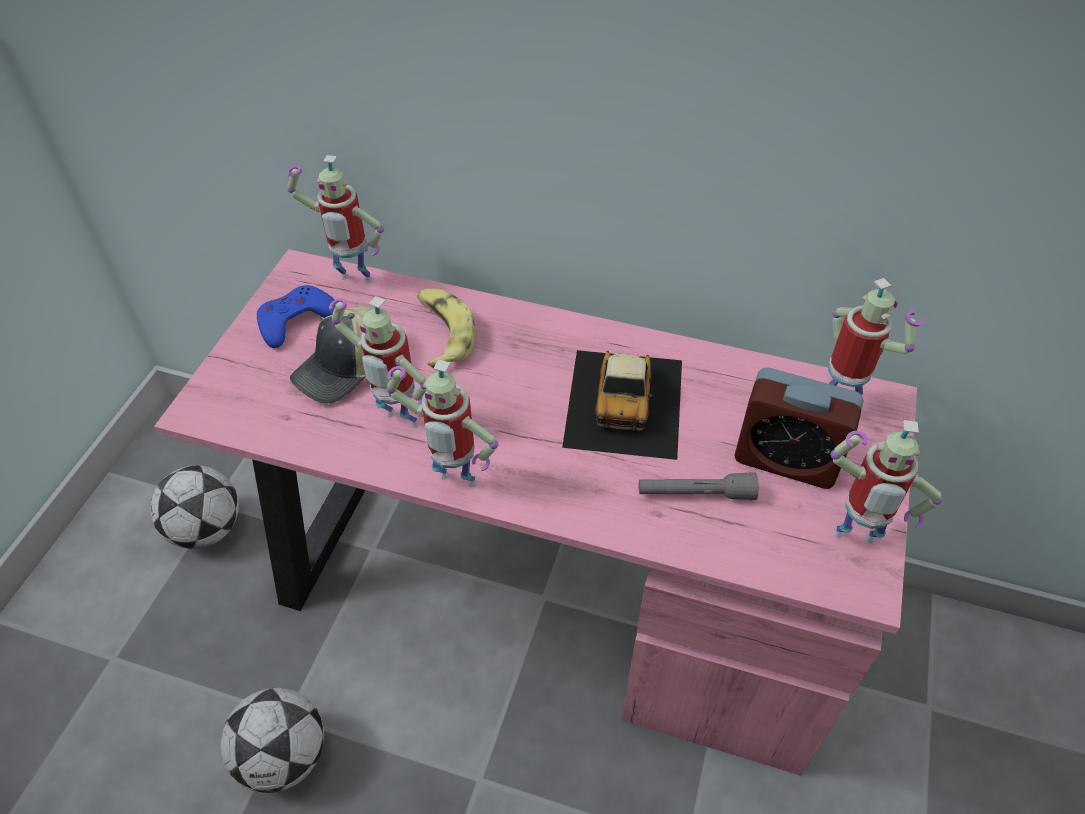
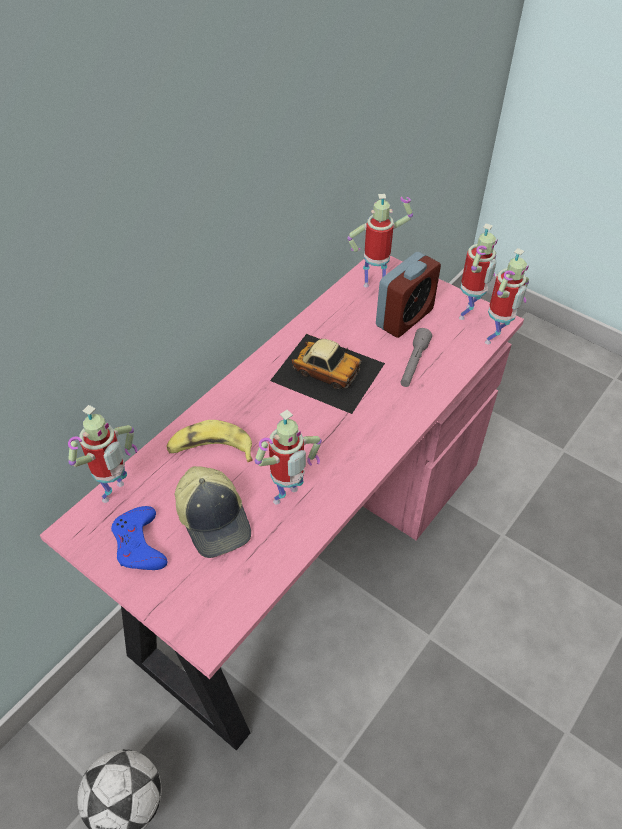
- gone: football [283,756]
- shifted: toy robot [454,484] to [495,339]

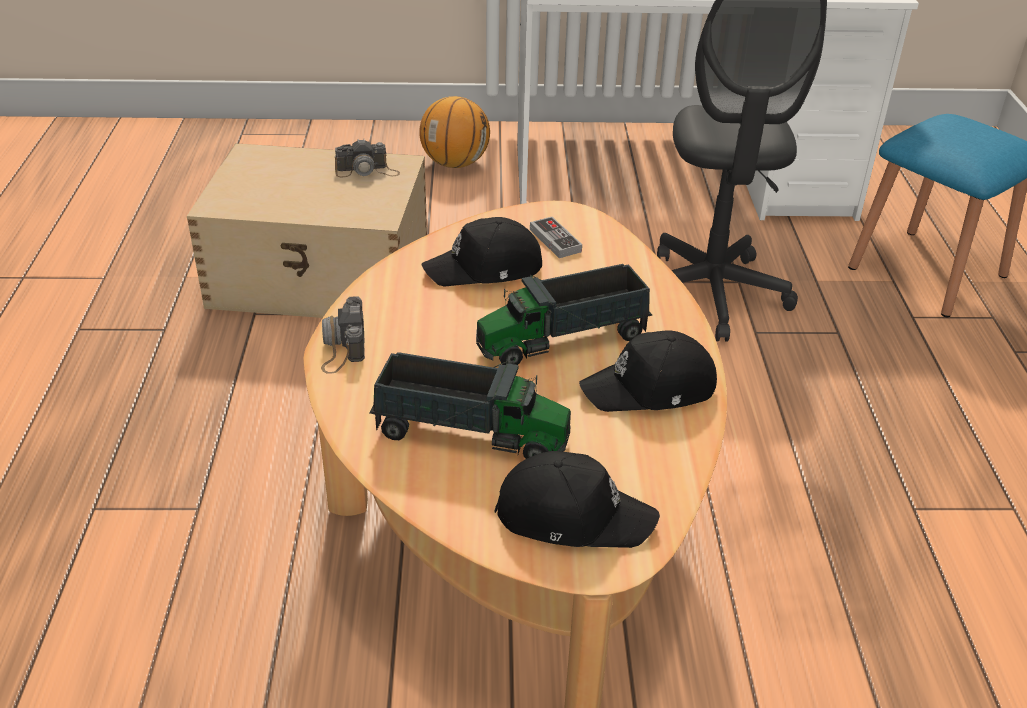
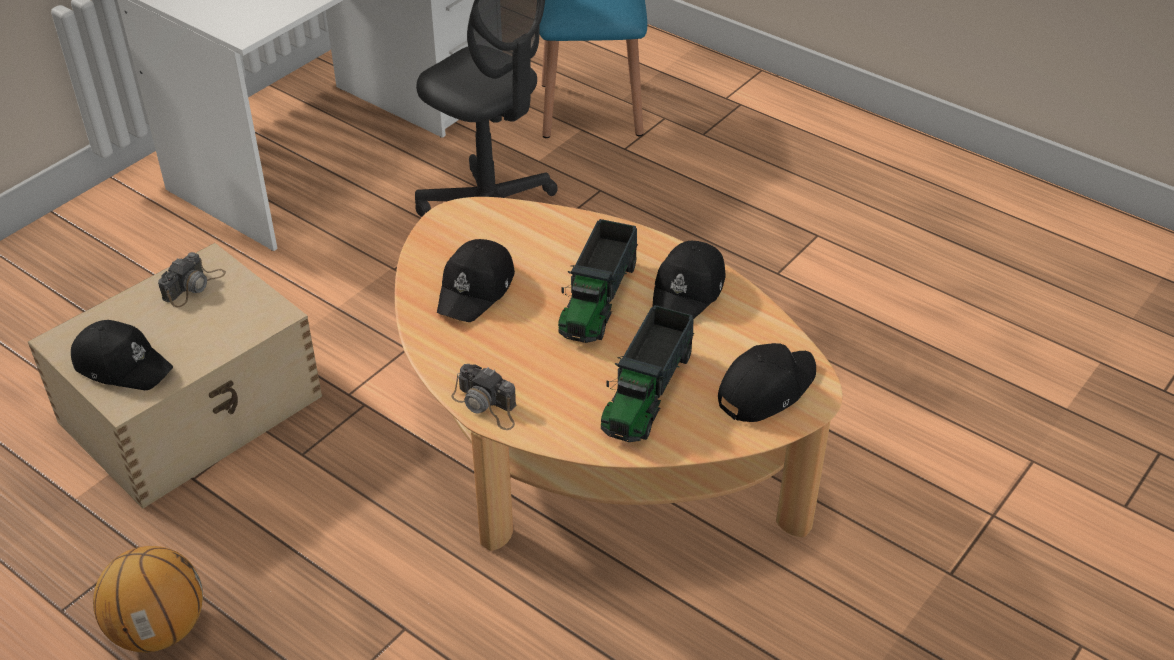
- gone: game controller [555,240]
- new: black cap [122,365]
- shifted: basketball [455,163] to [159,629]
- rotated: toy truck [470,432] = [647,392] 150 degrees clockwise

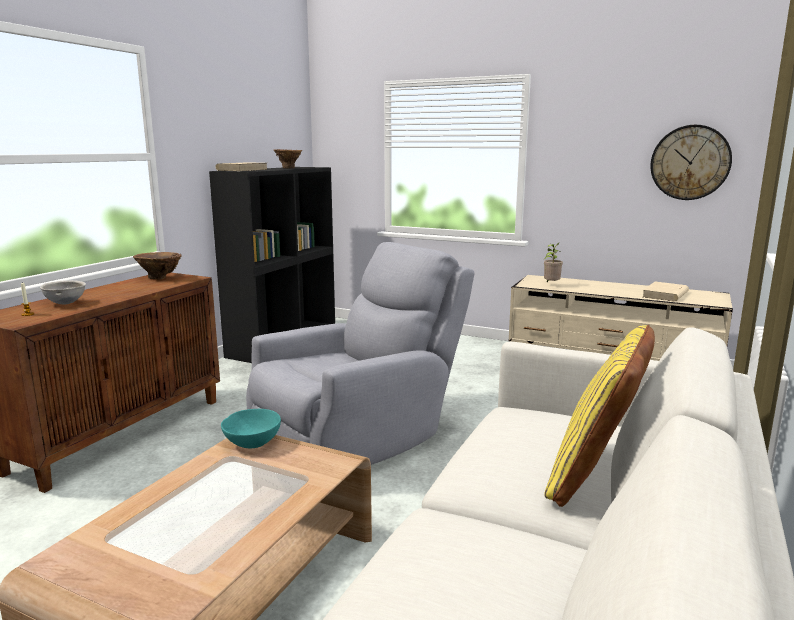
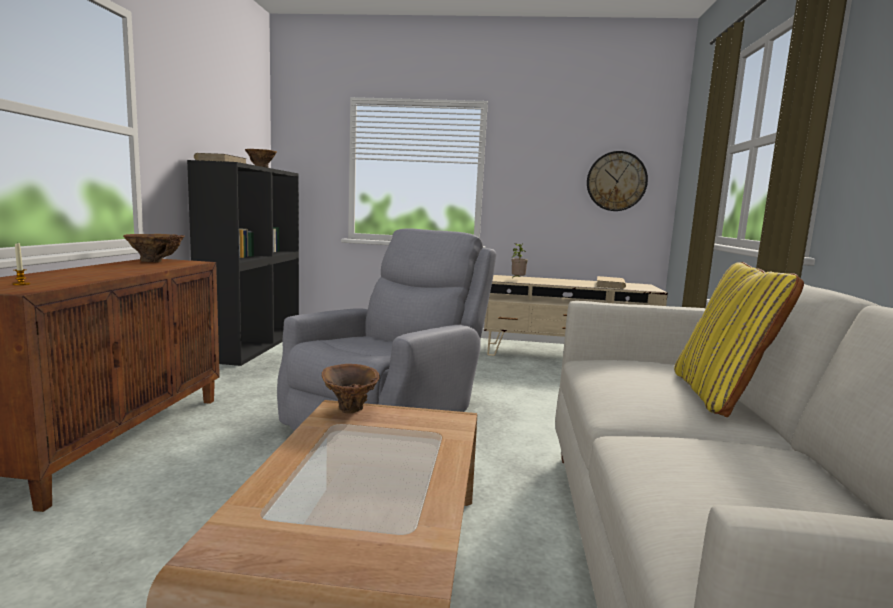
- gone: grey bowl [66,303]
- swapped: turquoise bowl [252,443] to brown vase [349,411]

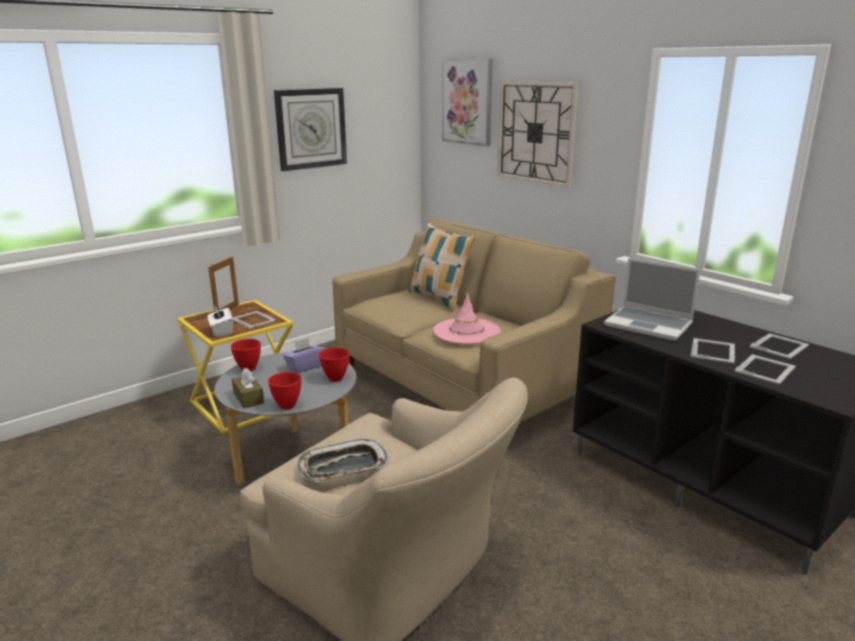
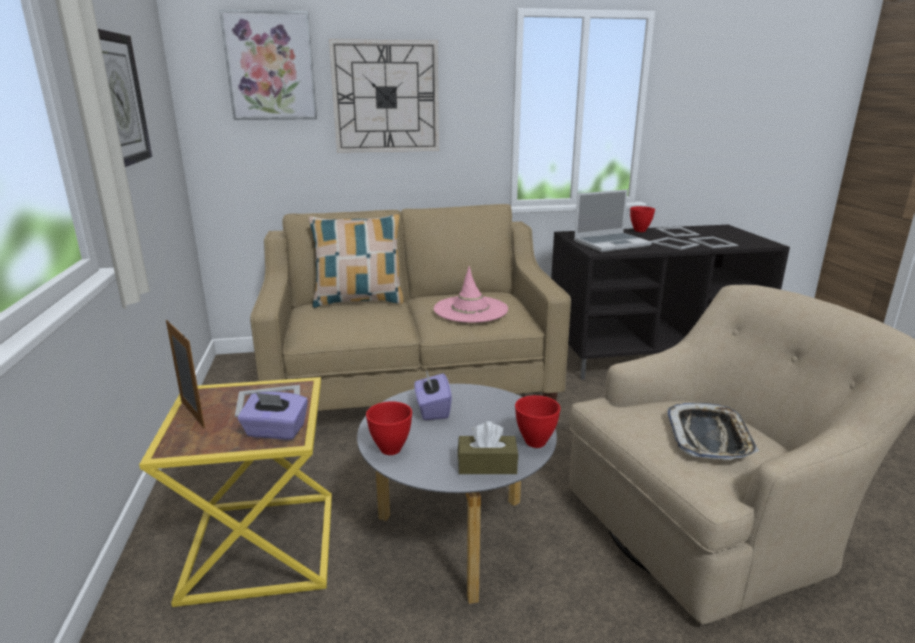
- shifted: red bowl [336,378] to [640,230]
- repainted: white tissue box [221,331] to purple tissue box [275,431]

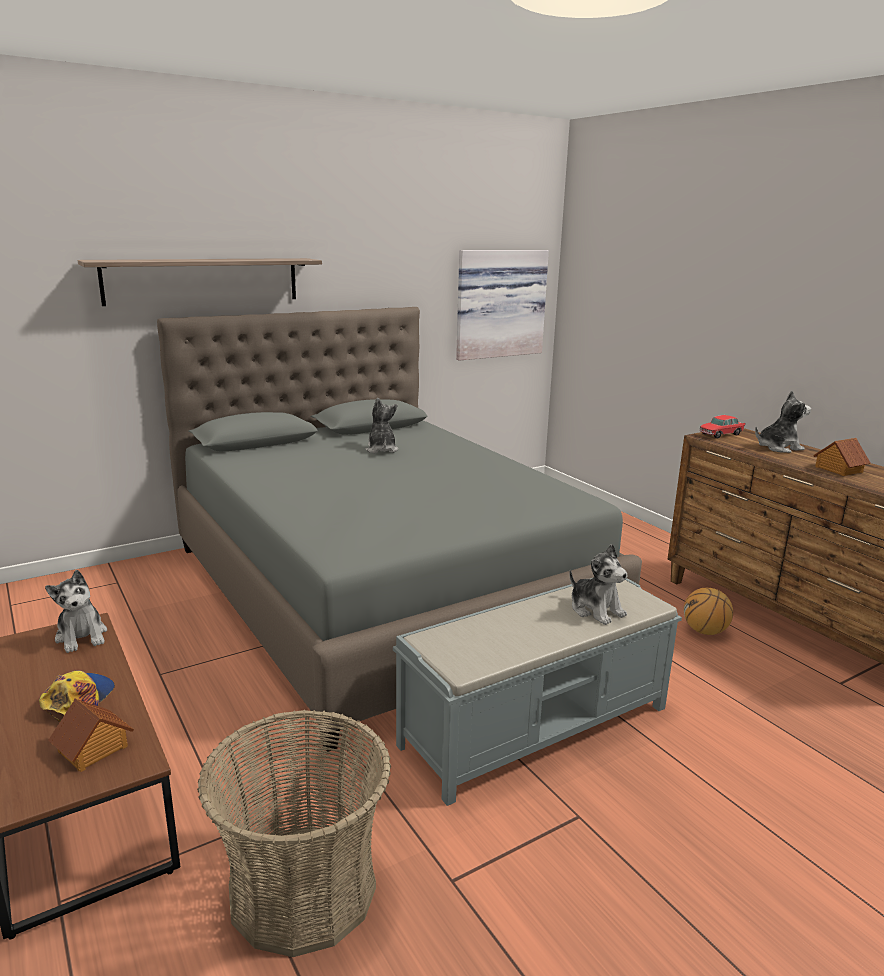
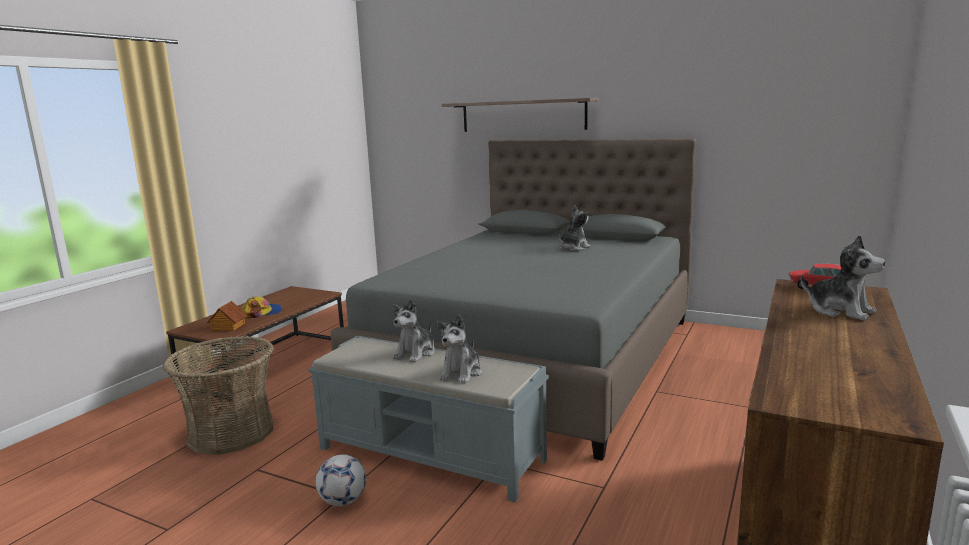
- gone: picture [499,303]
- gone: basketball [705,631]
- gone: toy house [838,469]
- new: football [343,501]
- shifted: plush toy [82,636] to [416,353]

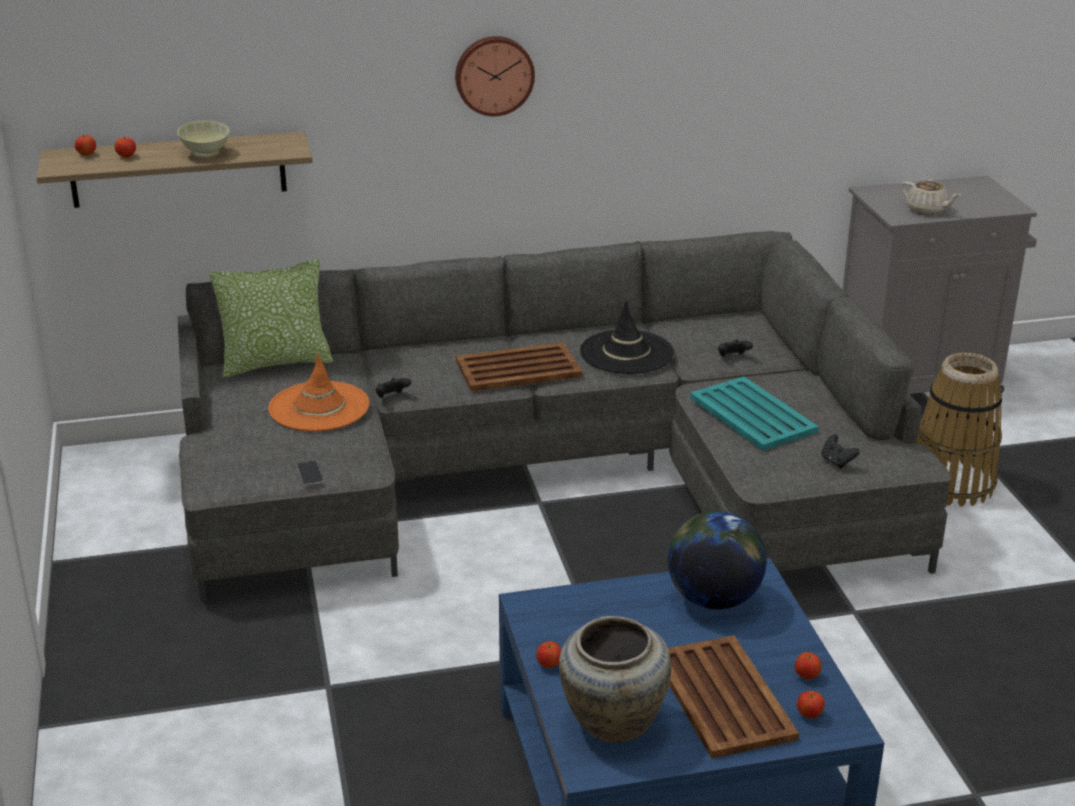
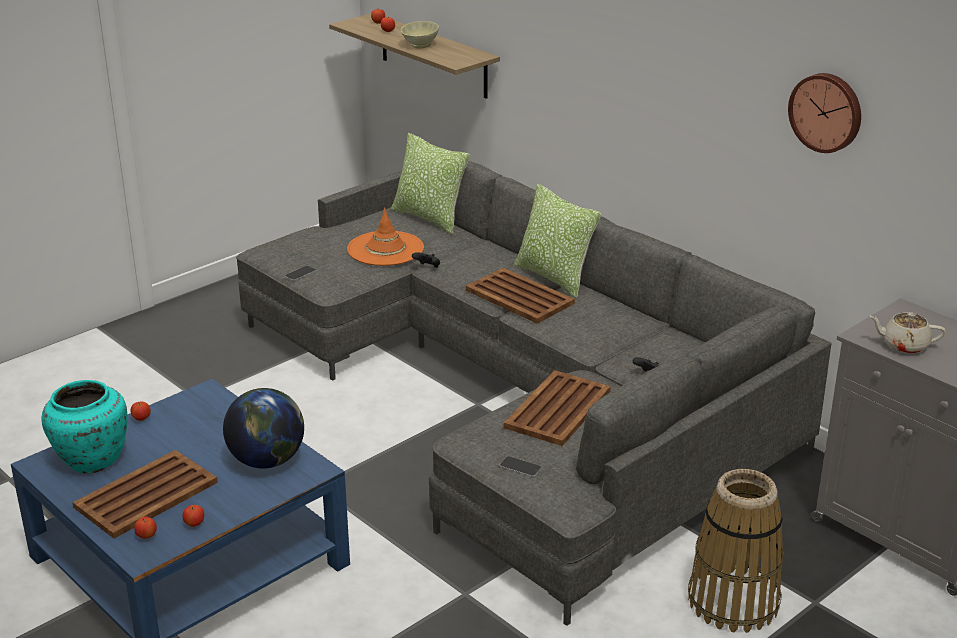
- gone: black hat [626,353]
- new: pillow [554,277]
- shifted: wall clock [494,75] to [826,112]
- swapped: black game controller [837,462] to phone [520,466]
- repainted: beige vase [611,722] to turquoise vase [91,459]
- repainted: turquoise tray [753,415] to brown tray [557,409]
- rotated: beige teapot [927,210] = [904,345] 90 degrees clockwise

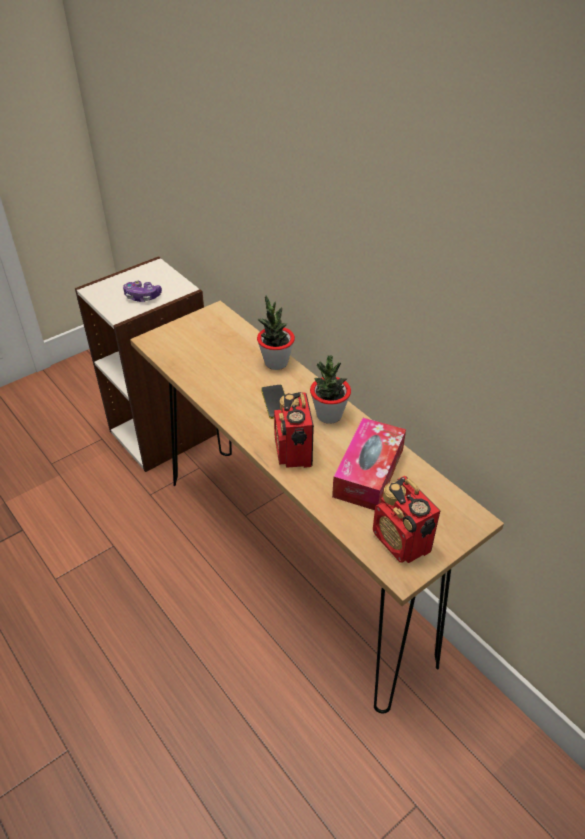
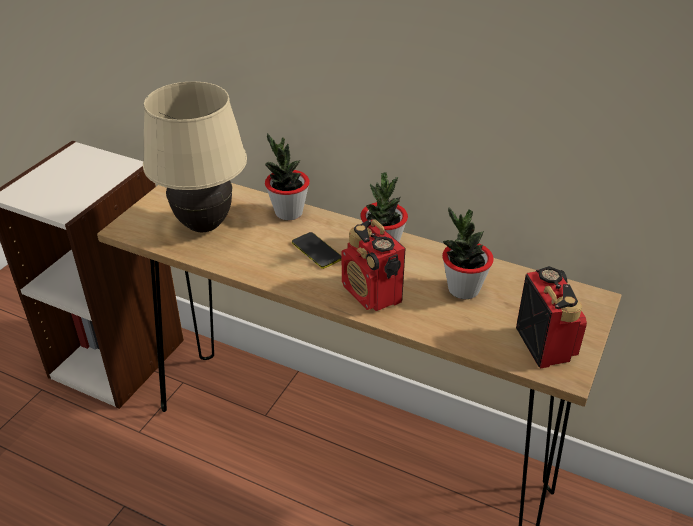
- gone: game controller [142,297]
- new: beige table lamp [204,225]
- swapped: tissue box [368,472] to potted plant [463,289]
- rotated: radio [402,542] = [544,344] 135 degrees counterclockwise

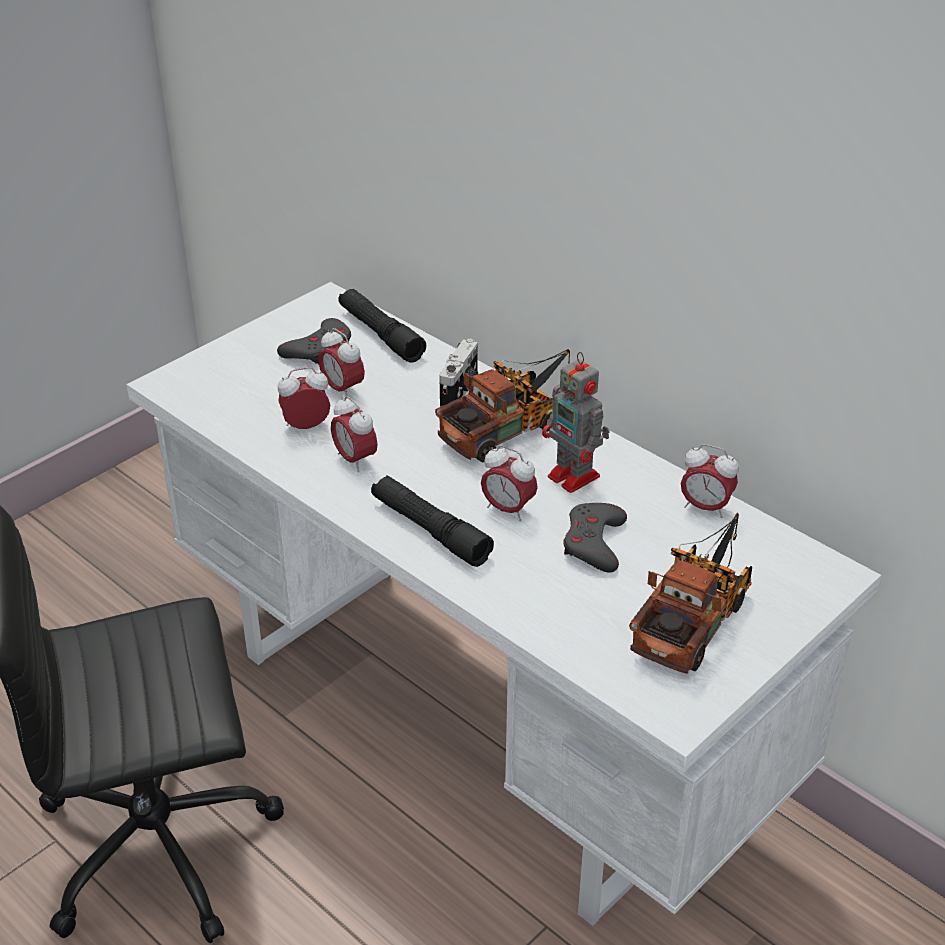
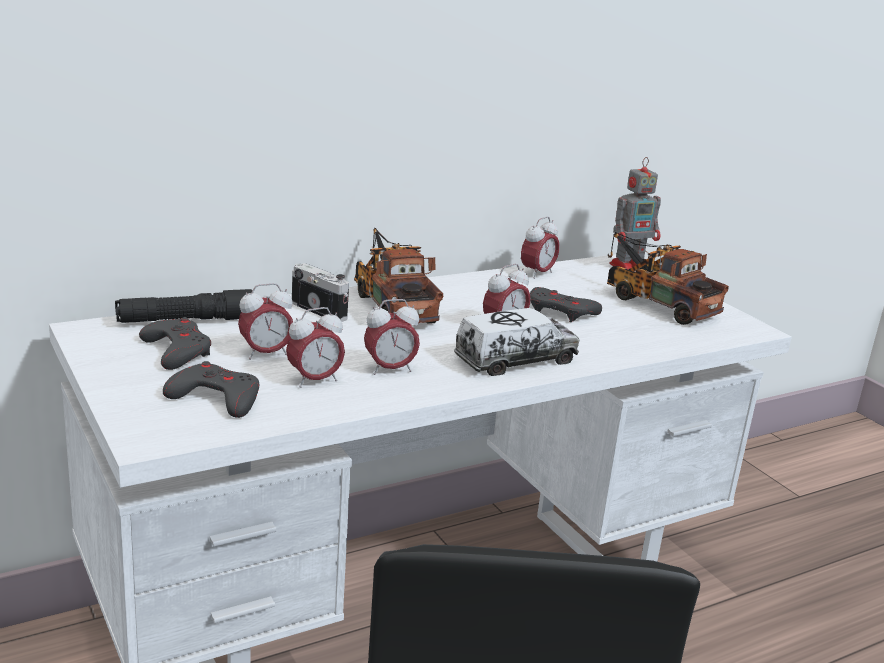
- new: grey game controller [216,398]
- shifted: toy robot [575,477] to [630,267]
- swapped: black flashlight [430,530] to toy truck [515,360]
- rotated: alarm clock [306,426] = [314,380] 120 degrees counterclockwise

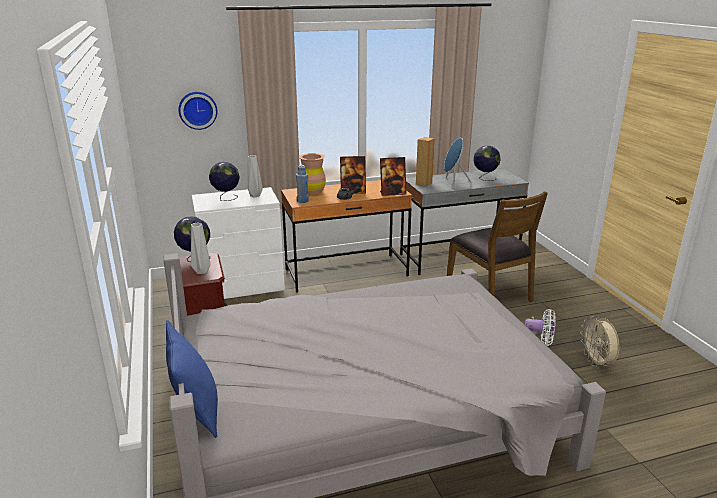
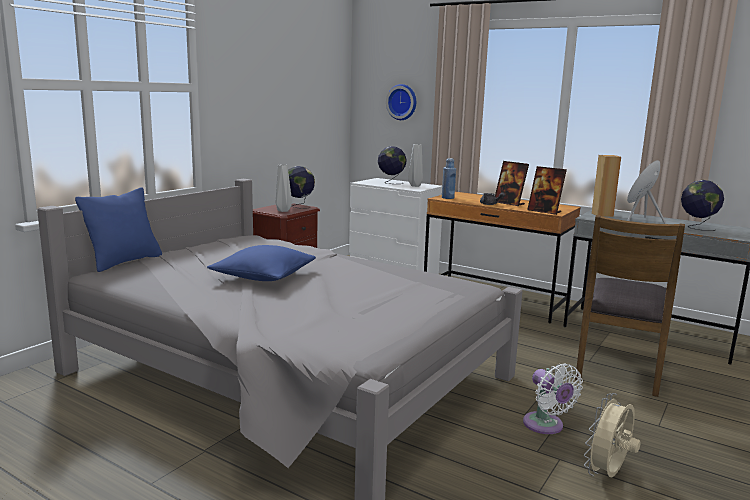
- gone: brown vase [313,191]
- new: blue pillow [264,276]

